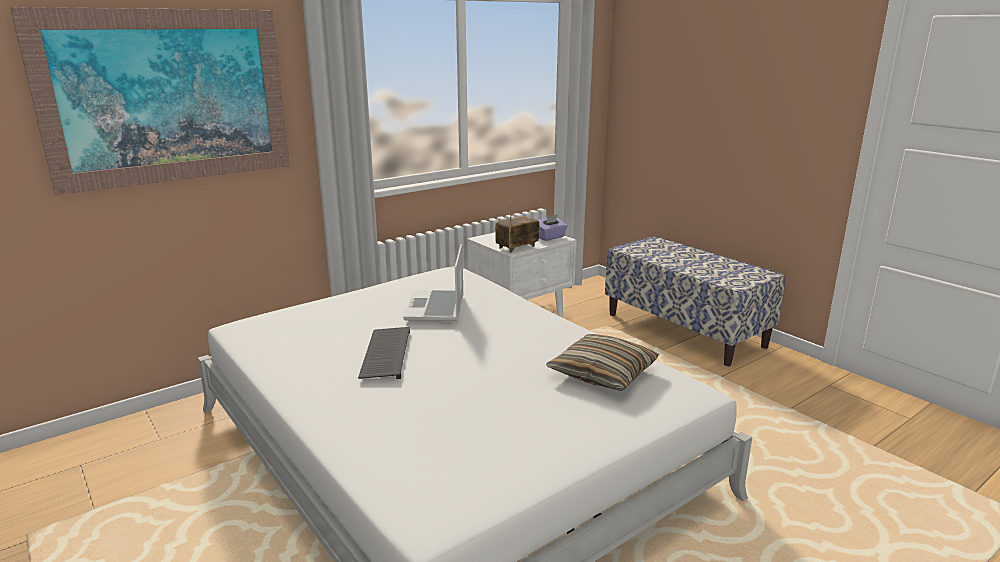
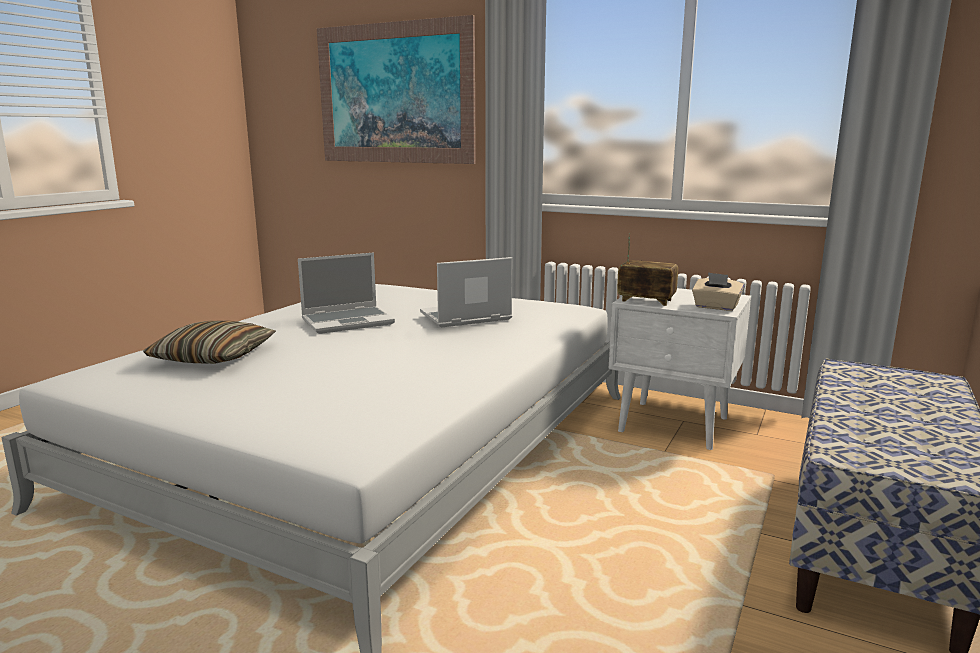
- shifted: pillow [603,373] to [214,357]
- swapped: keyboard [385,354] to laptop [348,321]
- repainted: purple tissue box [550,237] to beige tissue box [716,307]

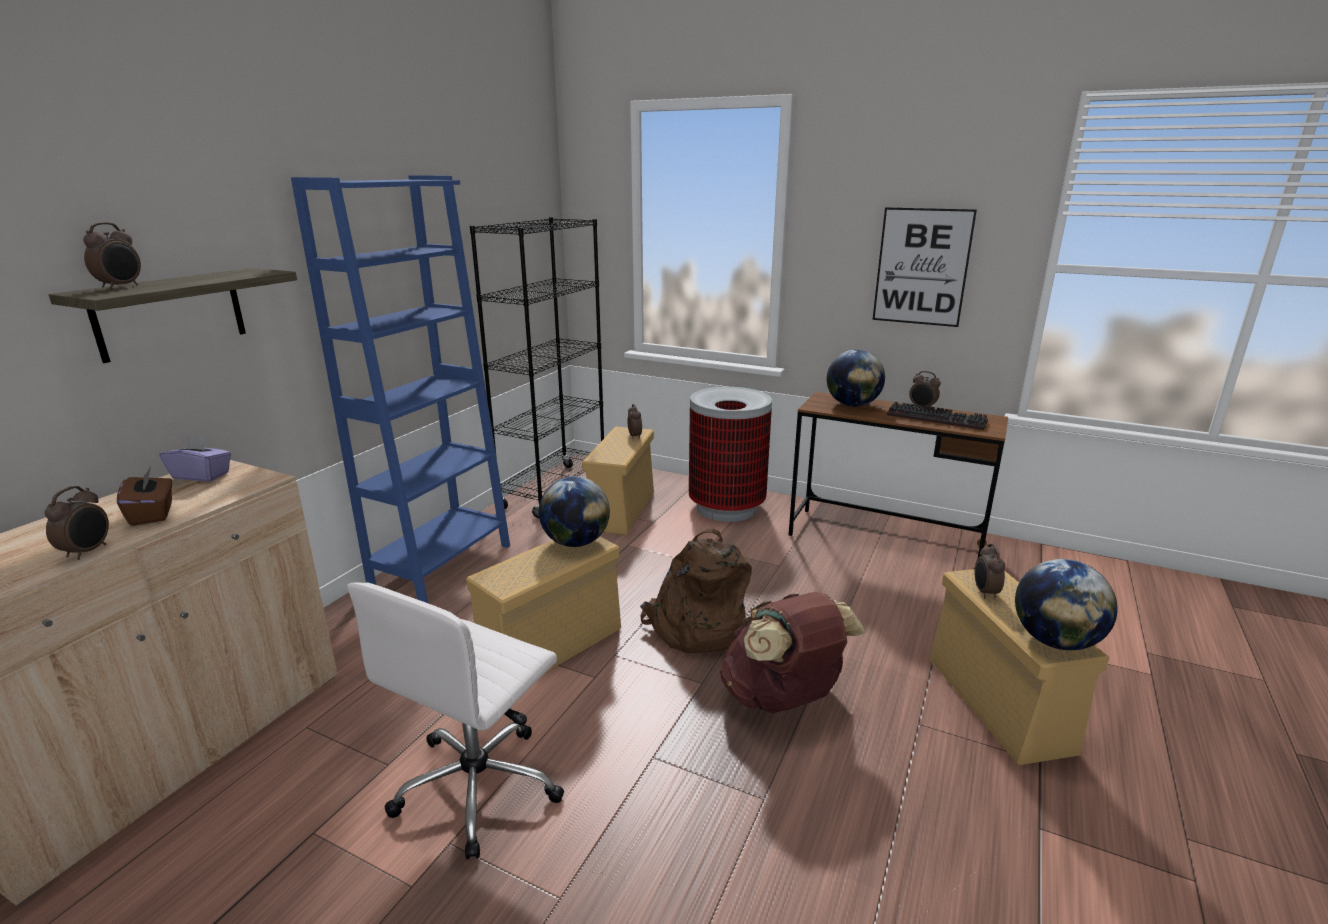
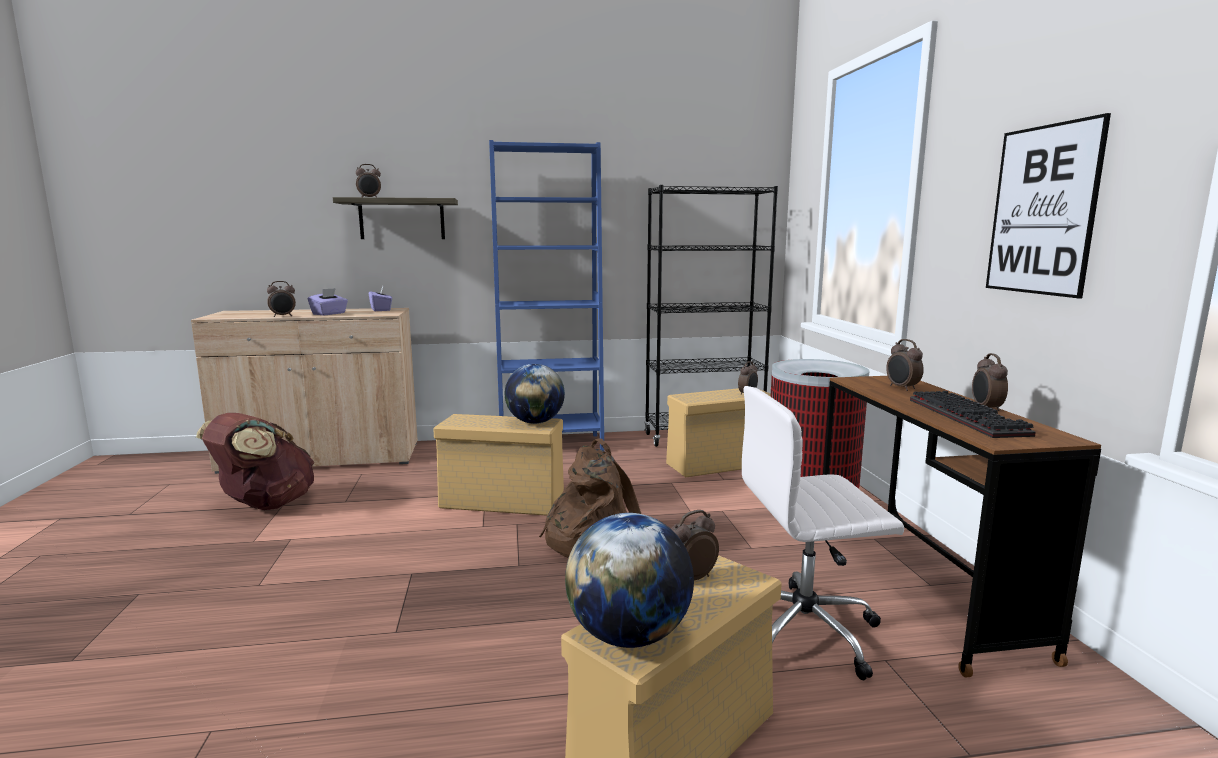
- shifted: white office chair [480,785] to [806,630]
- shifted: brown backpack [783,698] to [265,505]
- swapped: globe [852,405] to alarm clock [902,388]
- repainted: brown tissue box [153,514] to purple tissue box [329,314]

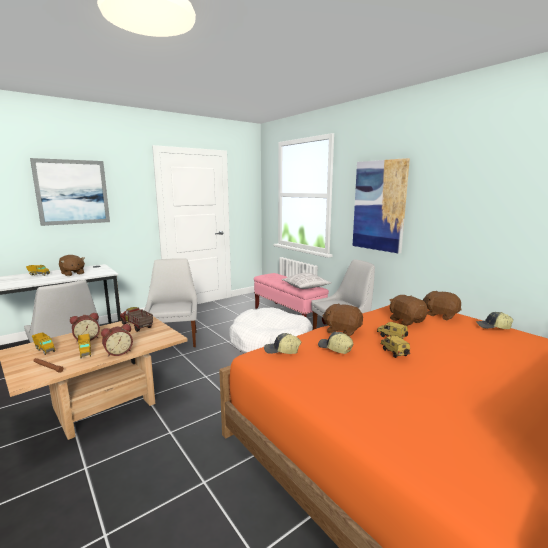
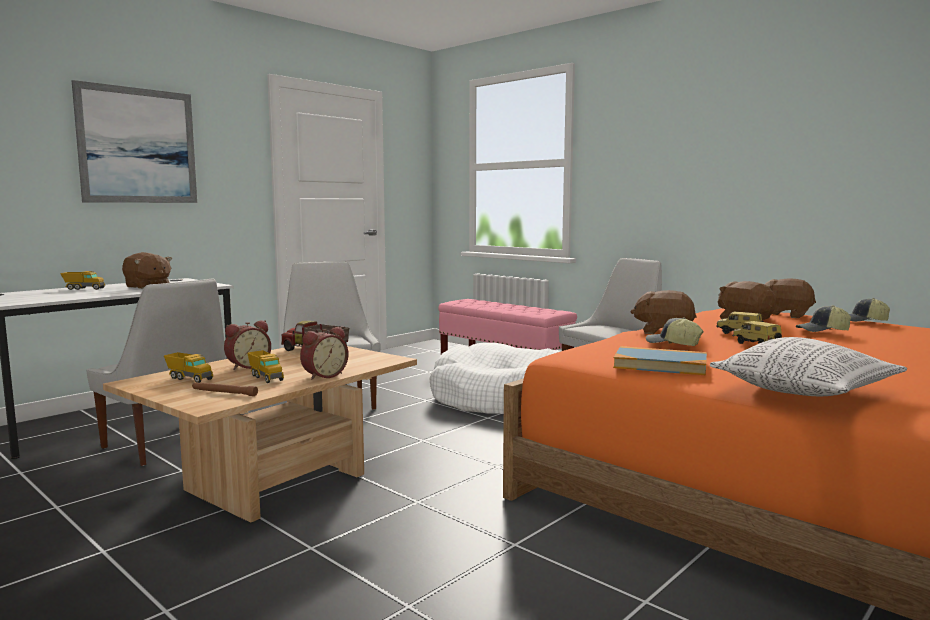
- gone: picture [379,206]
- new: book [660,365]
- shifted: cap [281,351] to [822,331]
- shifted: pillow [306,287] to [804,391]

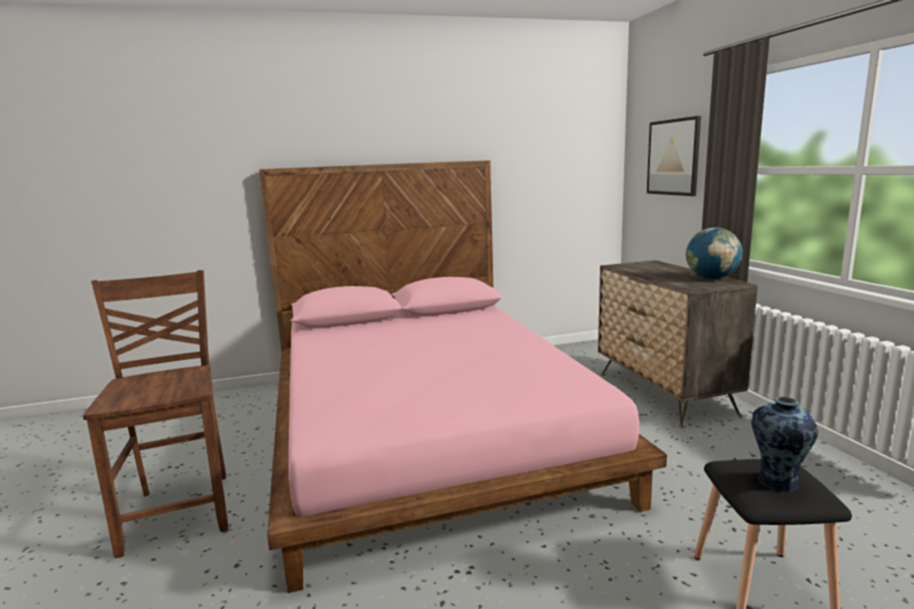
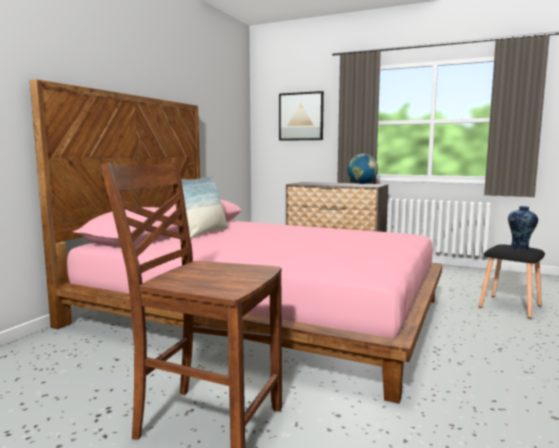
- new: pillow [204,233]

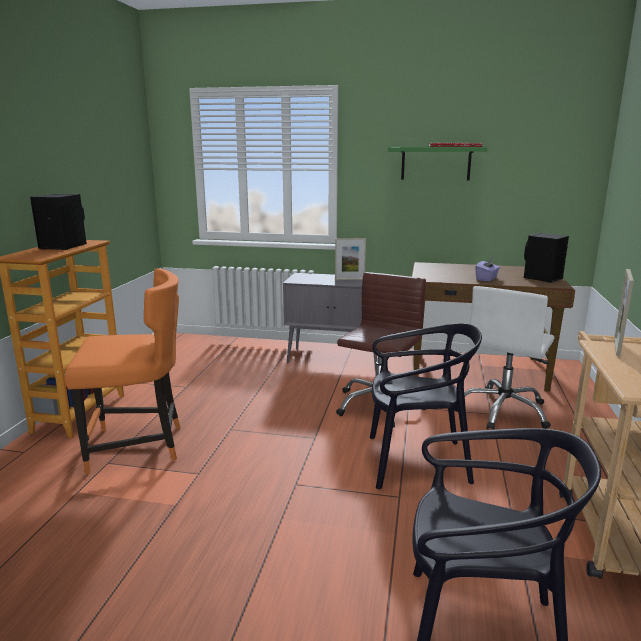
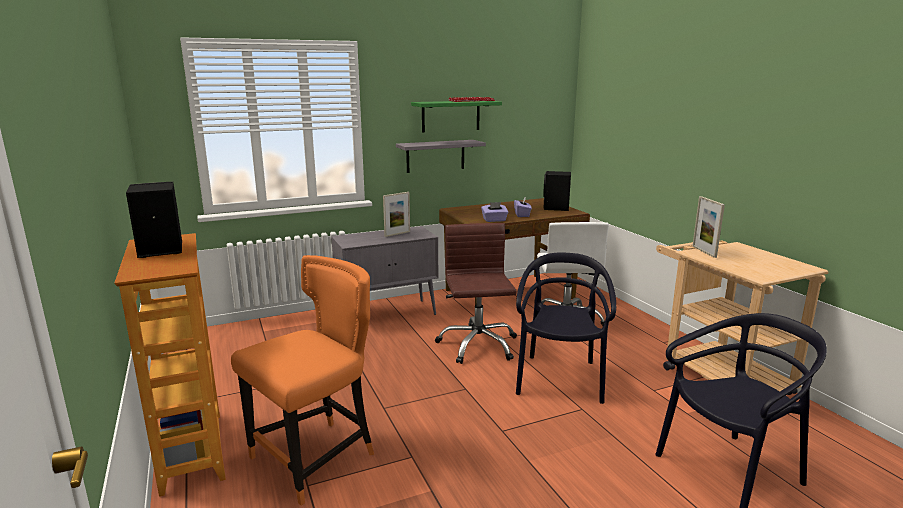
- new: grey shelf [435,156]
- new: purple tissue box [494,220]
- rotated: black chair [416,461] = [560,379] 45 degrees counterclockwise

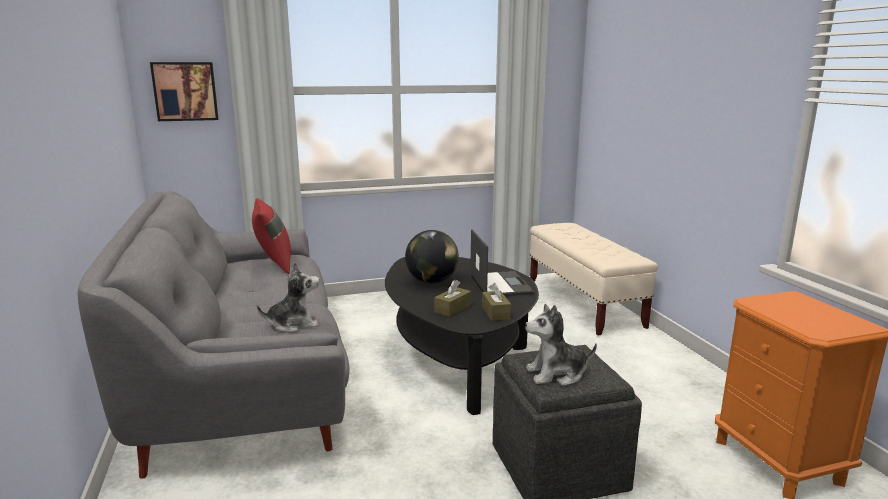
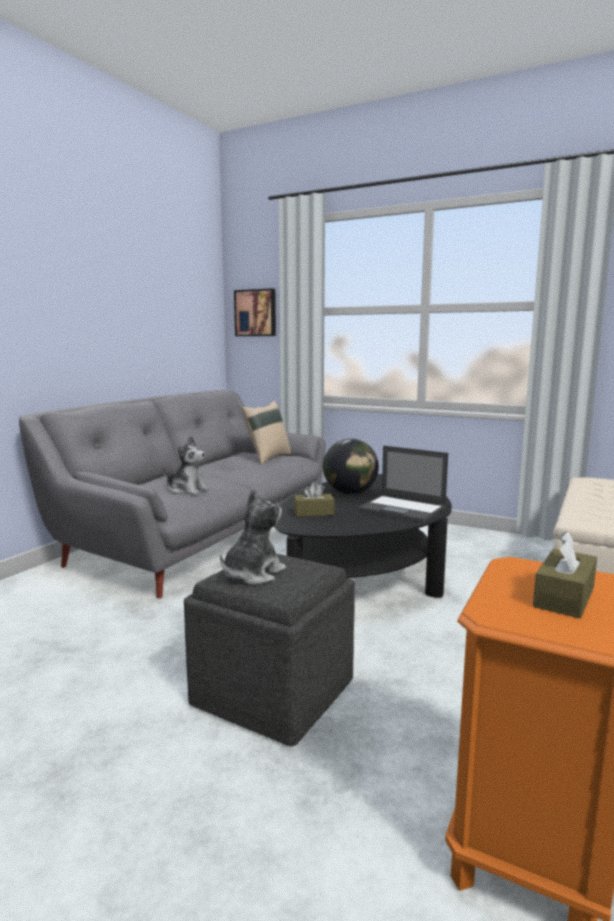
- shifted: brown tissue box [495,312] to [564,597]
- repainted: red pillow [274,265] to beige pillow [267,458]
- rotated: laptop [500,284] = [403,509] 90 degrees clockwise
- rotated: plush toy [556,374] = [252,574] 90 degrees clockwise

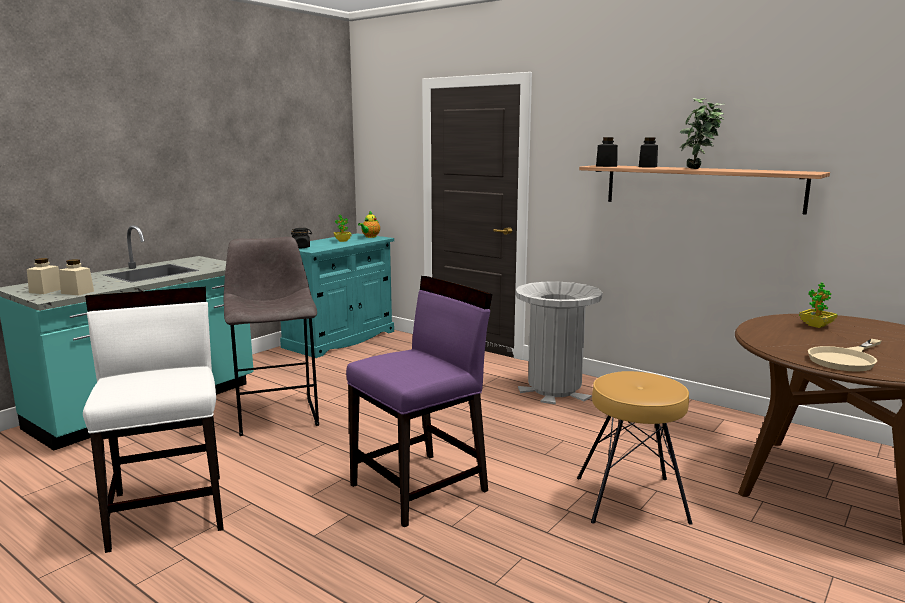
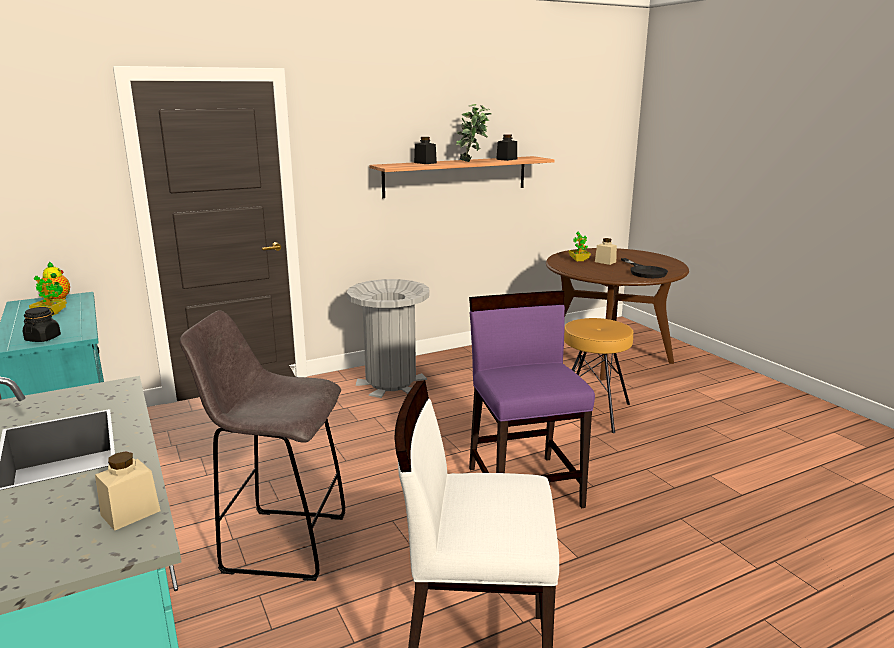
- shifted: beige jar [46,291] to [605,262]
- shifted: black jar [606,166] to [506,159]
- repainted: beige frying pan [846,359] to black frying pan [644,272]

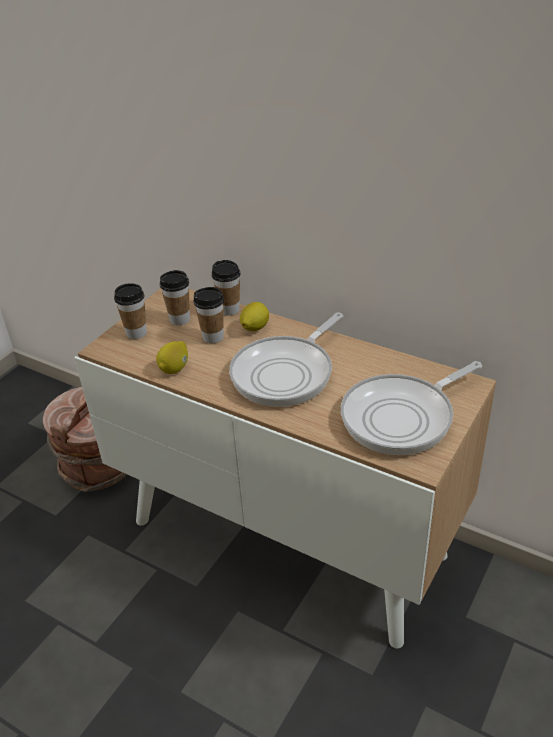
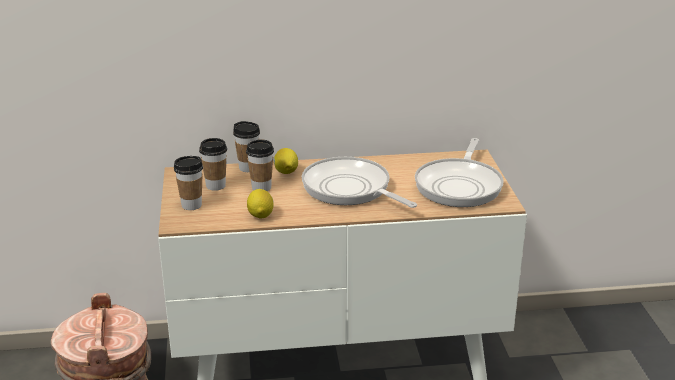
- rotated: frying pan [286,373] = [350,189] 135 degrees clockwise

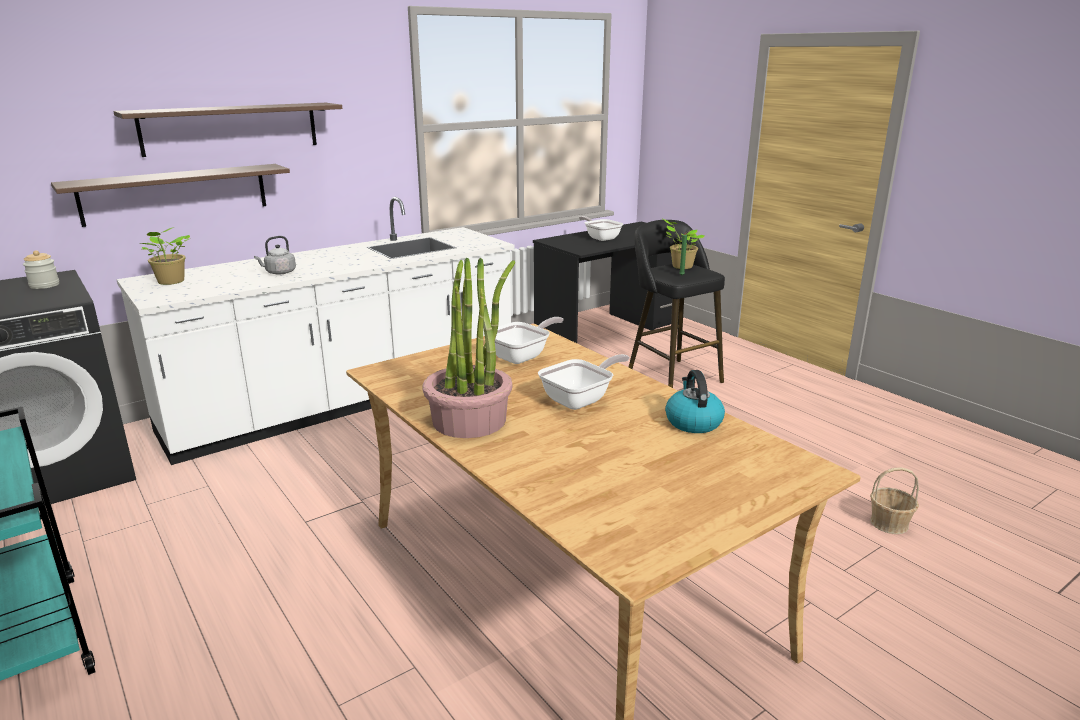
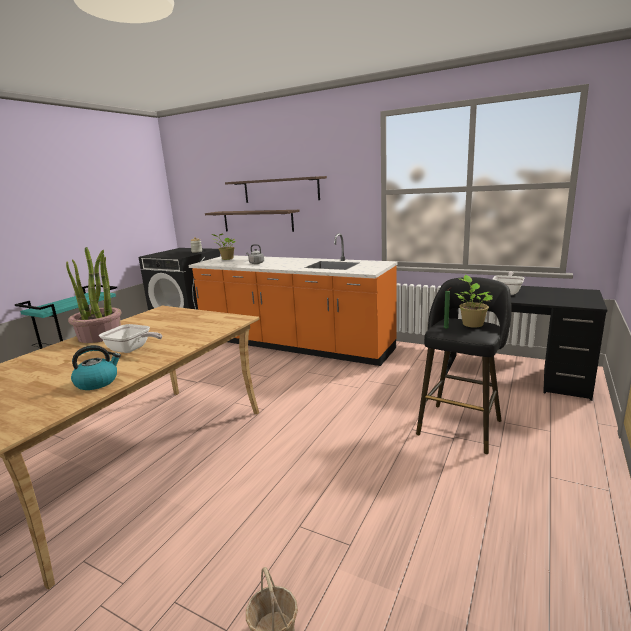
- gone: frying pan [522,356]
- repainted: white counter [347,401] to orange counter [293,345]

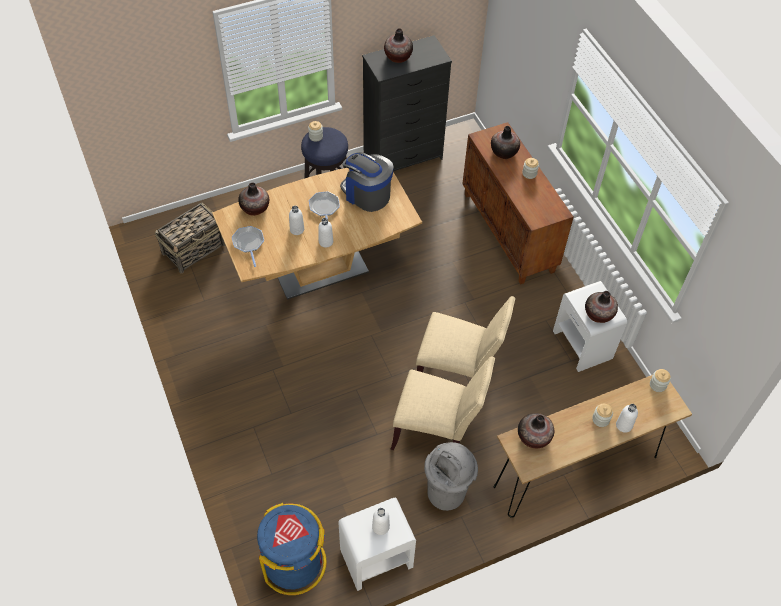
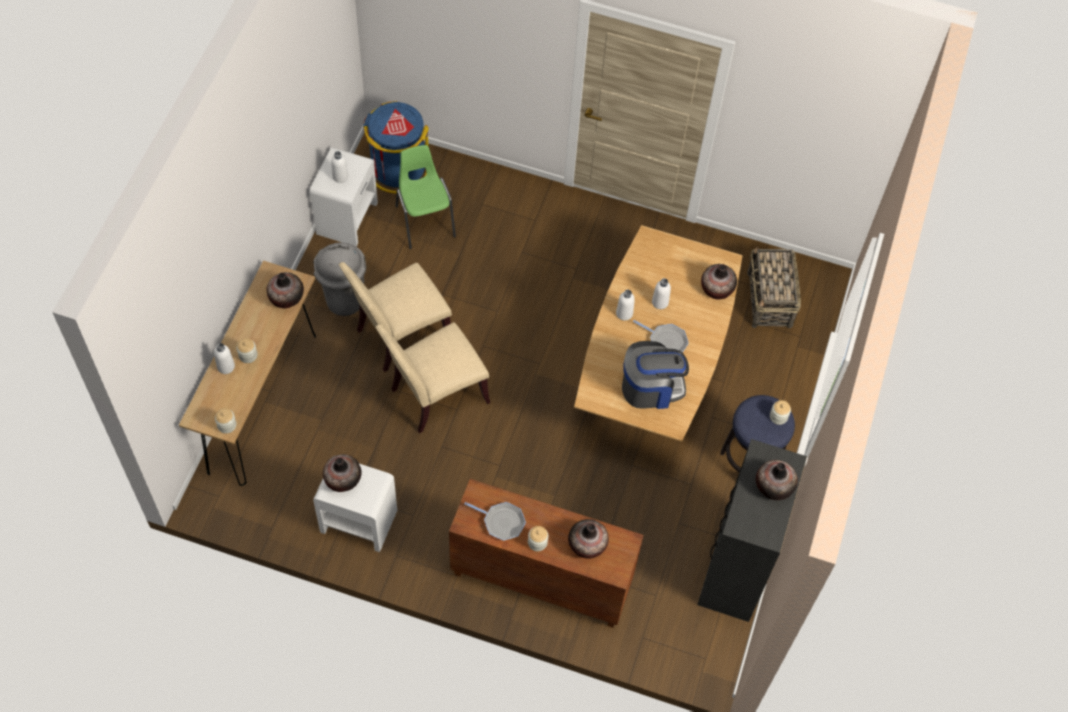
- new: green chair [424,221]
- shifted: frying pan [248,243] to [501,522]

